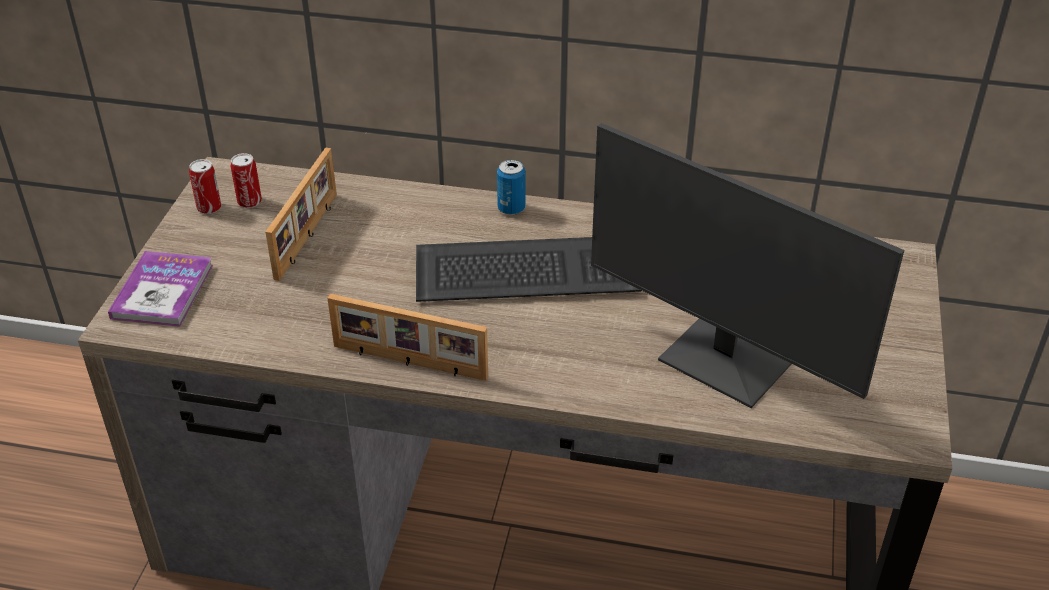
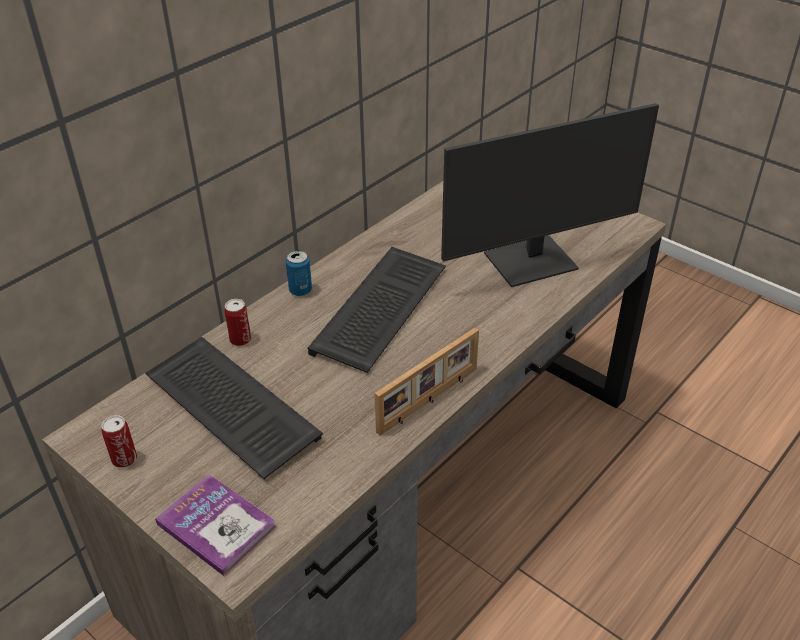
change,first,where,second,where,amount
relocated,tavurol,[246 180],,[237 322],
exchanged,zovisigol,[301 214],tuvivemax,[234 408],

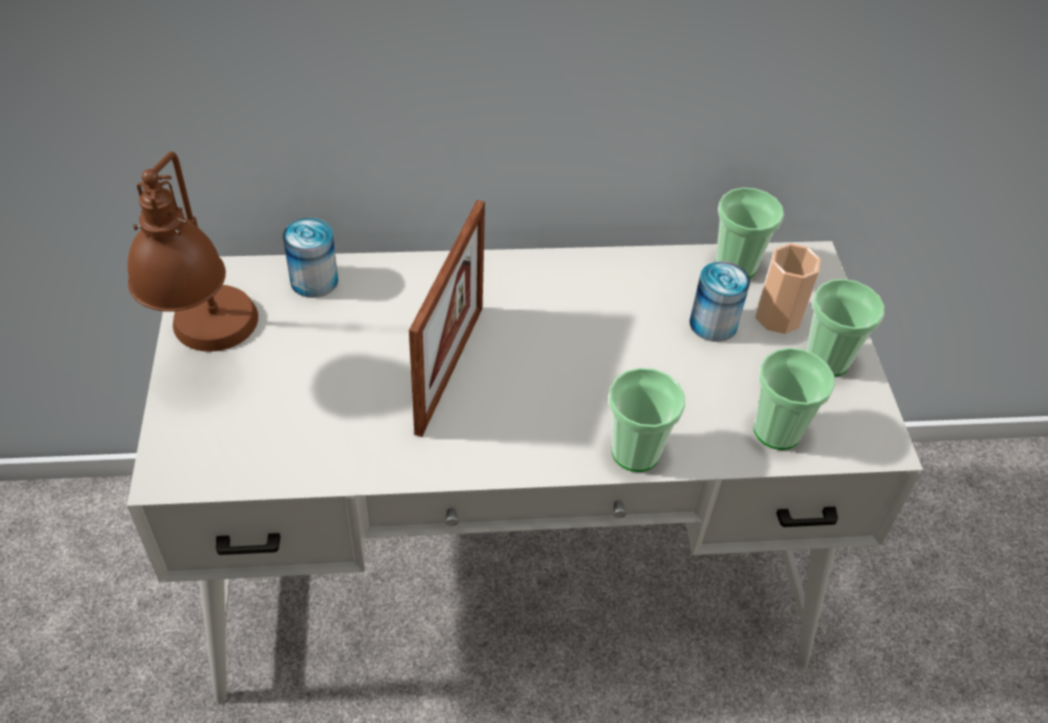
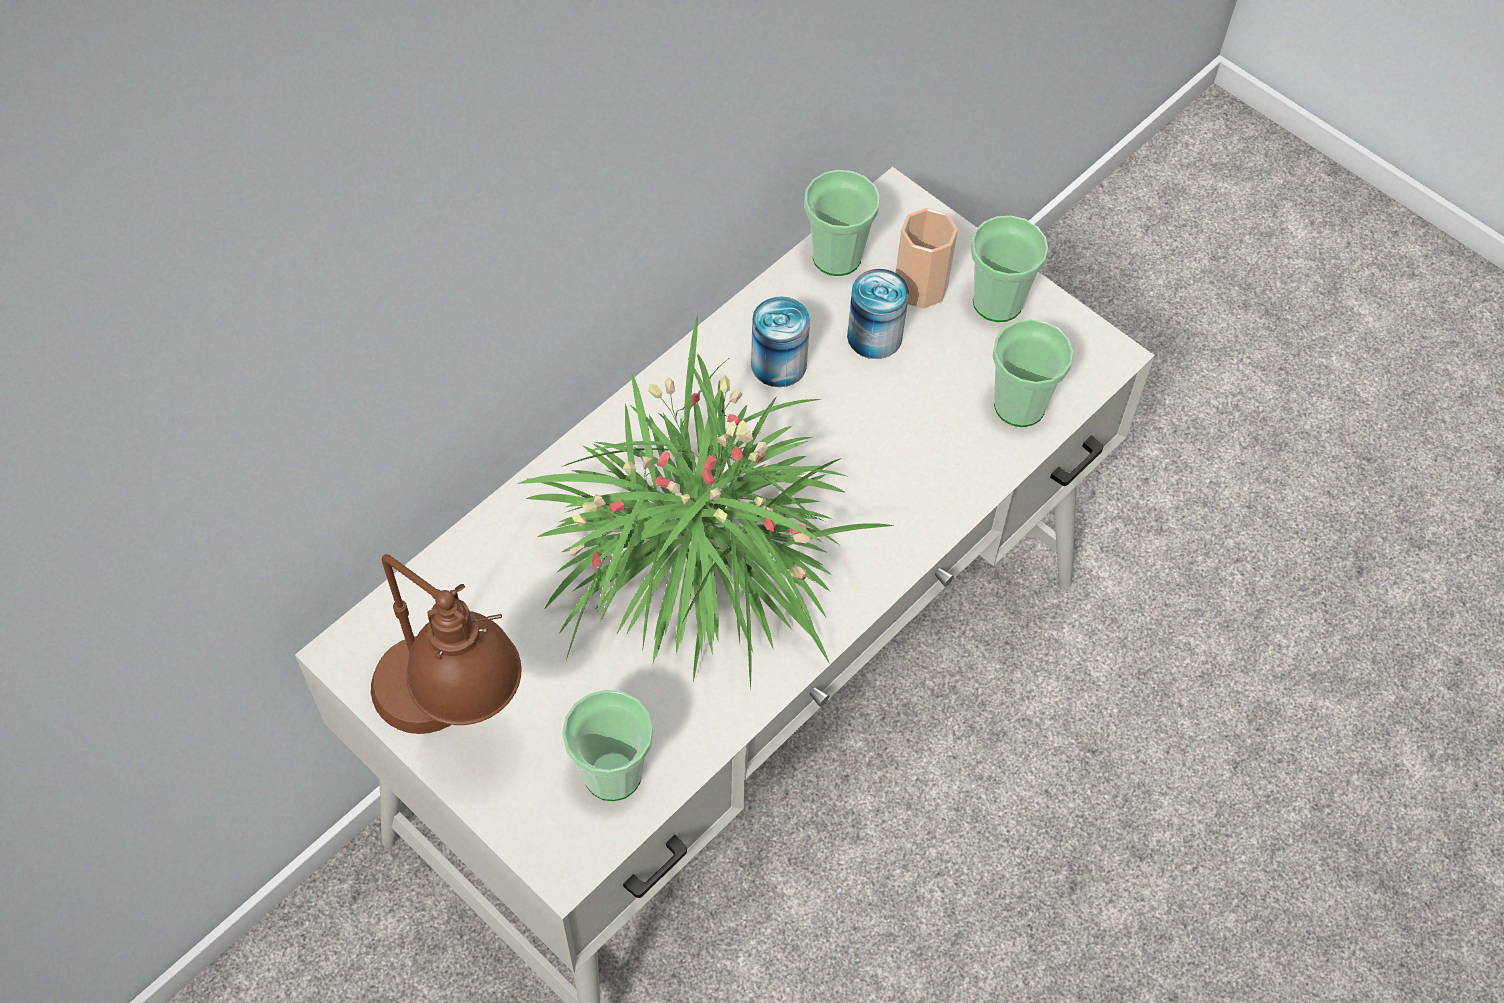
change,first,where,second,where,amount
relocated,tavurol,[310 258],,[780 341],
relocated,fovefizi,[647 420],,[607 745],
exchanged,zovisigol,[447 318],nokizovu,[705 501],

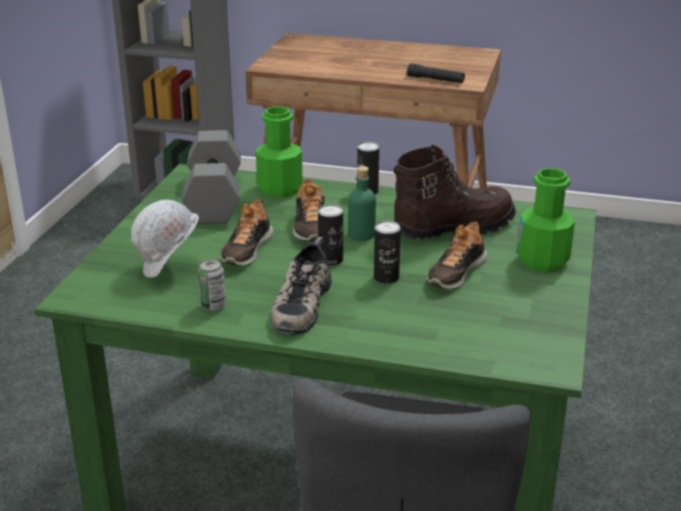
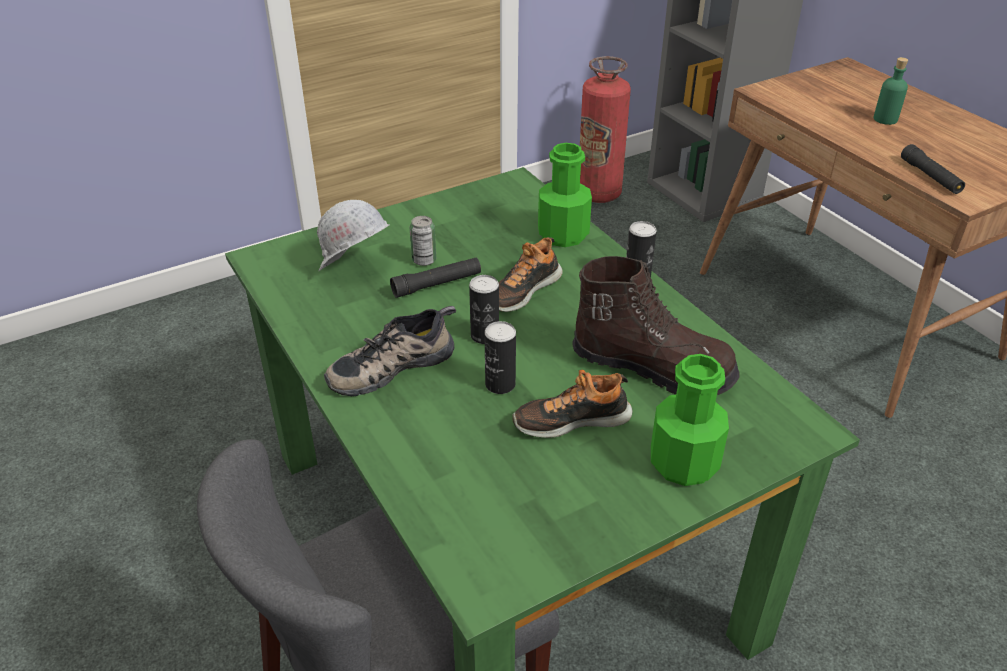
change,first,where,second,where,amount
missing,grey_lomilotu,[211 177],,,
appeared,,,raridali,[605 129],
relocated,tavurol,[212 286],,[423 241],
relocated,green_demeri,[362 203],,[891 91],
exchanged,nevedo,[247 232],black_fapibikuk,[435 278],

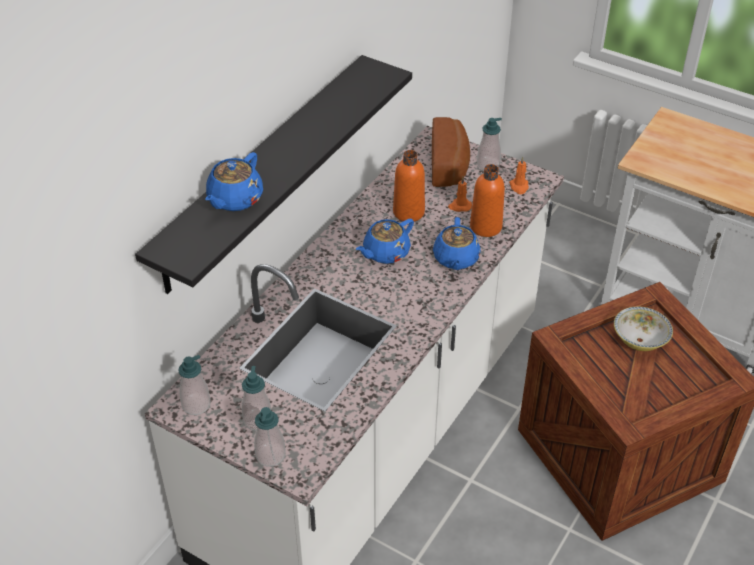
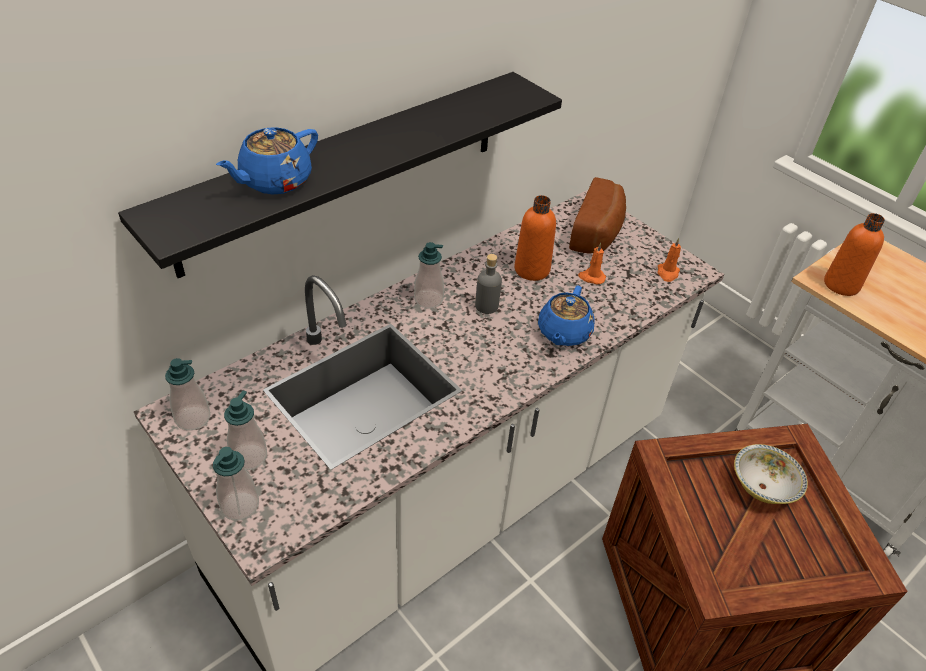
change,first,where,second,where,amount
relocated,orange_demeri,[487 200],,[854 254],
relocated,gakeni,[489 144],,[429 275],
exchanged,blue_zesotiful,[385 241],grey_demeri,[488 284],

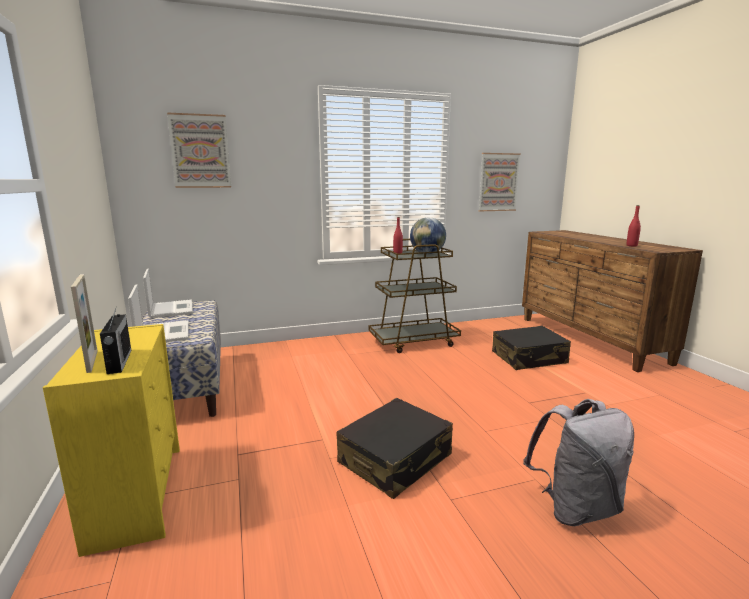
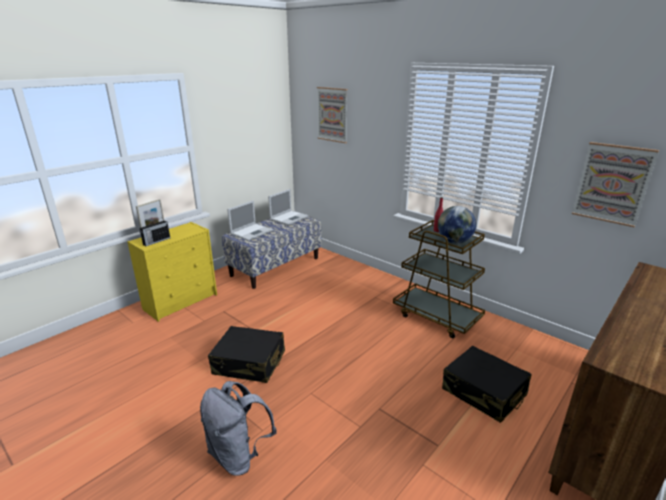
change,first,where,second,where,amount
missing,red_demeri,[634 225],,,

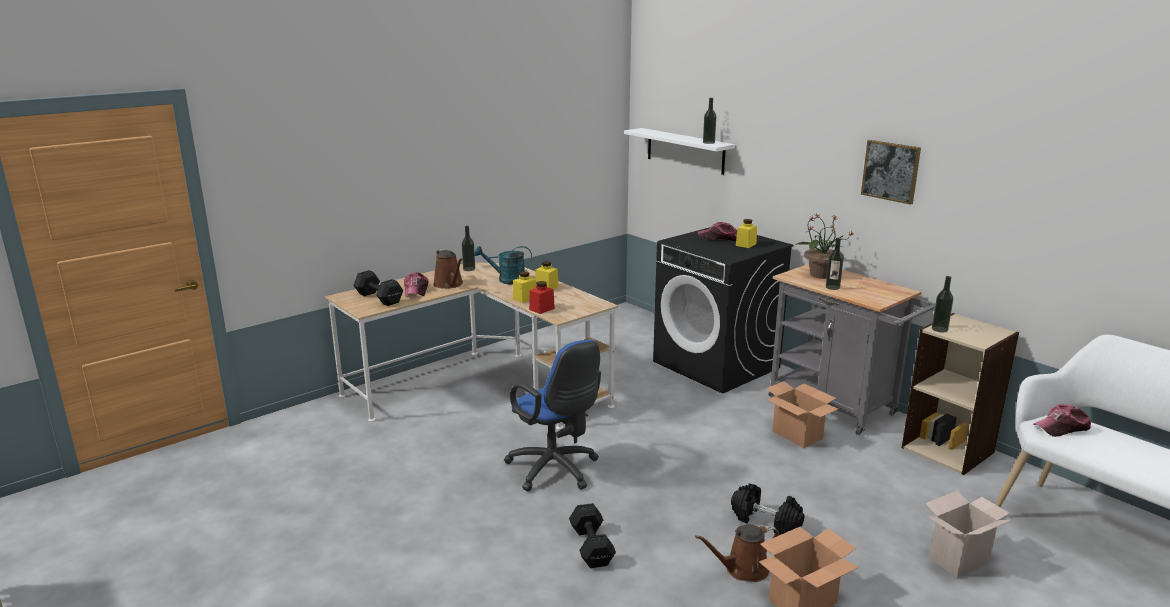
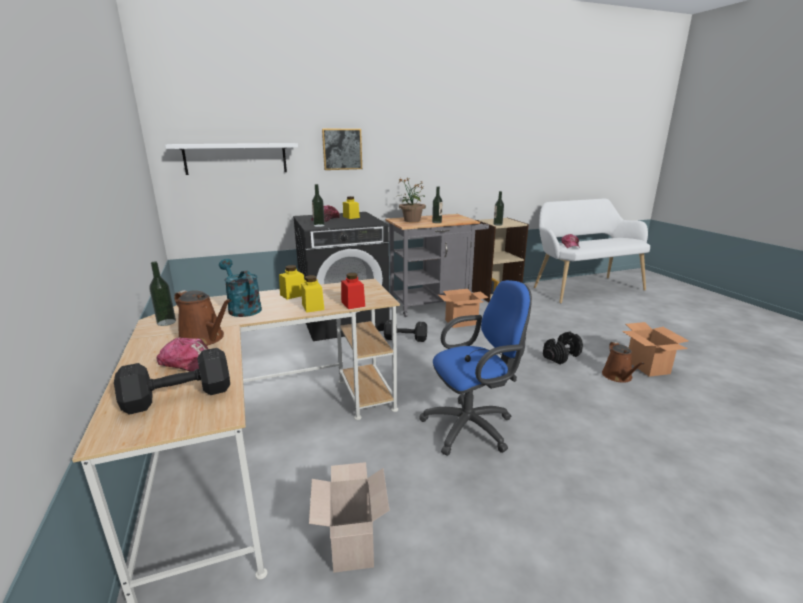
change,first,where,second,where,amount
relocated,black_lomilotu,[592 535],,[405 331],
relocated,demeri,[709 121],,[318 205],
relocated,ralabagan,[891 172],,[342 149],
relocated,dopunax,[969 534],,[349 517],
spun,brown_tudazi,[448 269],,[203 318],45 degrees clockwise
spun,turquoise_tudazi,[503 265],,[240 288],120 degrees clockwise

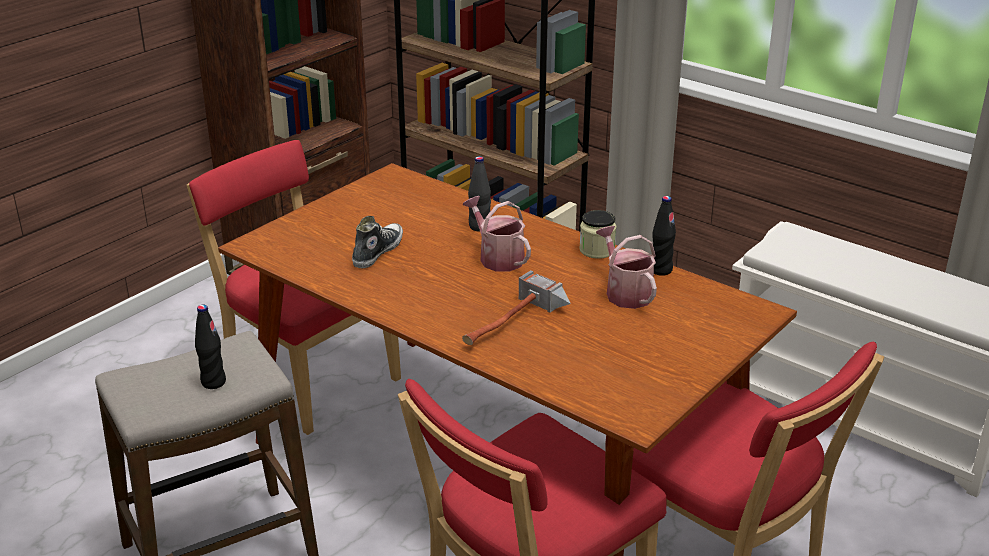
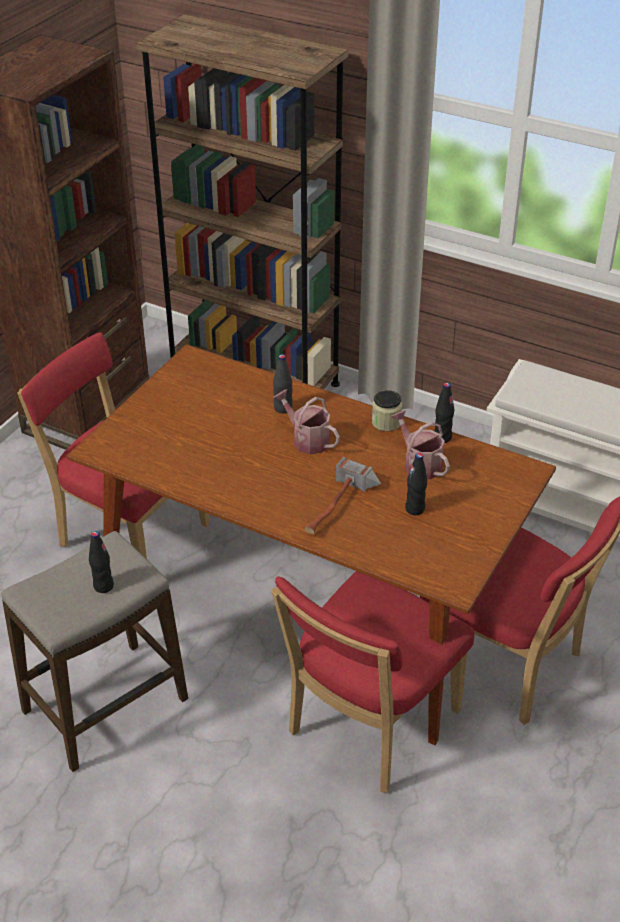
change,first,where,second,where,amount
missing,nevedo,[377 242],,,
appeared,,,black_demeri,[416 484],

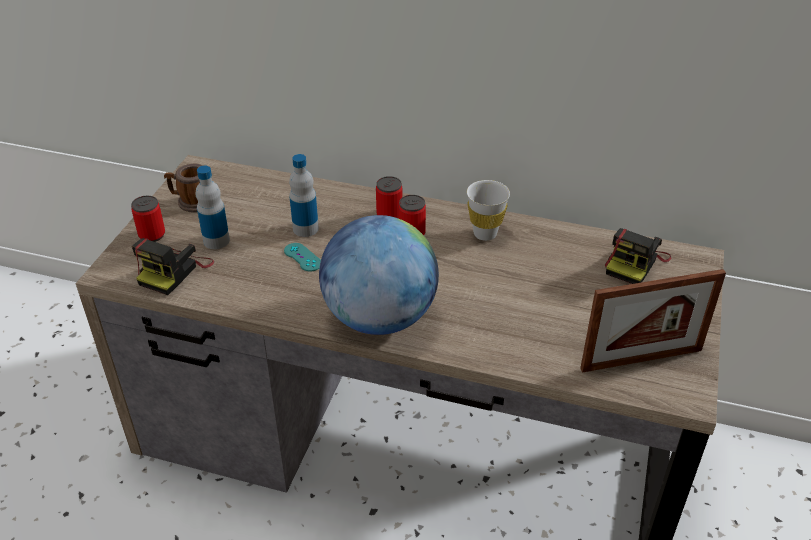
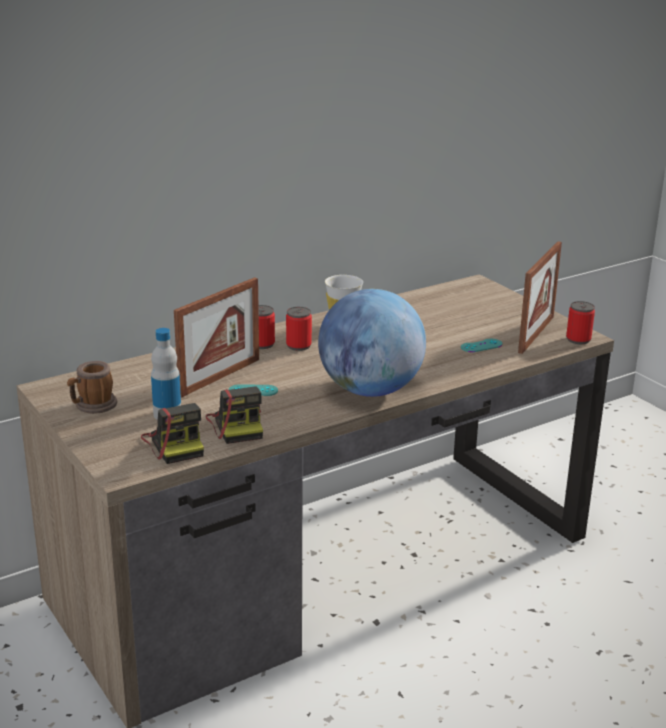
change,first,where,second,where,amount
appeared,,,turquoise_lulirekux,[481 345],
relocated,tavurol,[148 219],,[580 322],
relocated,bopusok,[638 256],,[234 415],
exchanged,demeri,[304 195],zovisigol,[216 337],

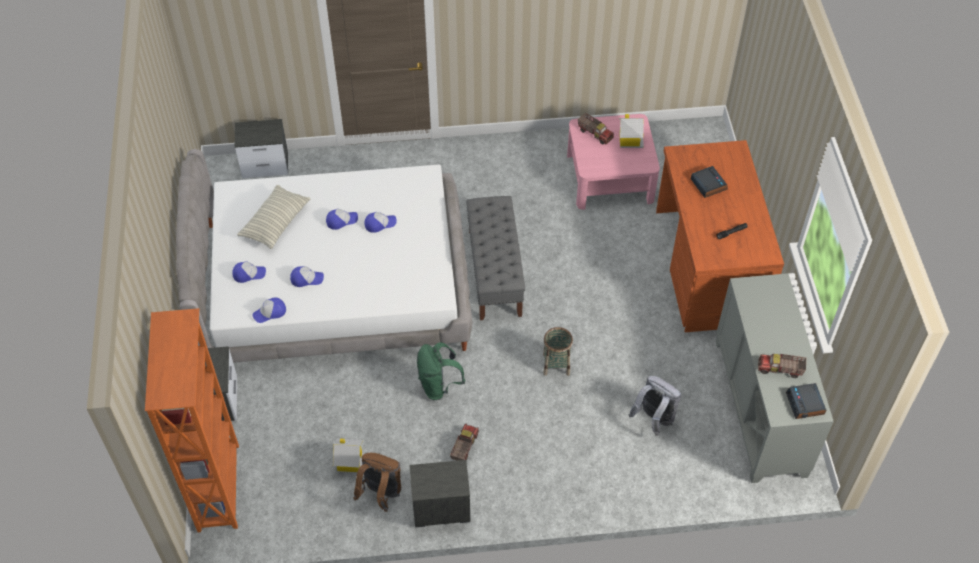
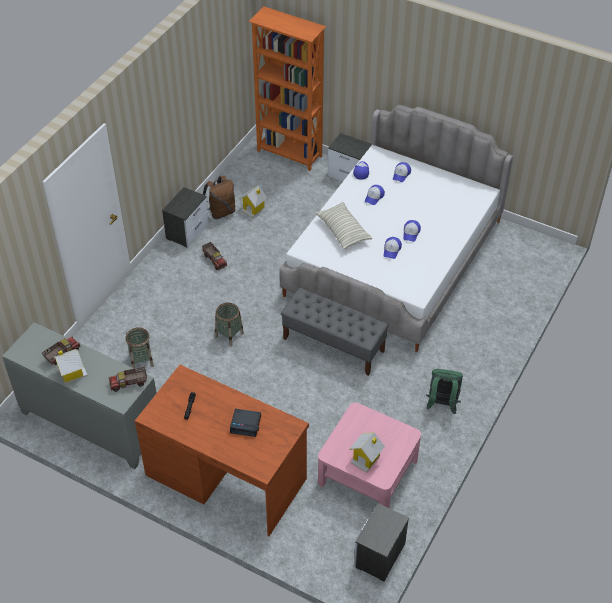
change,first,where,second,where,amount
missing,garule,[806 401],,,
appeared,,,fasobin,[71 366],
relocated,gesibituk,[261 148],,[381 542],
relocated,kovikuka,[274 217],,[343 225],
relocated,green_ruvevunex,[441 371],,[444 391],
relocated,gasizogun,[596 129],,[128 379],
exchanged,grey_ruvevunex,[655 406],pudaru,[139 348],

